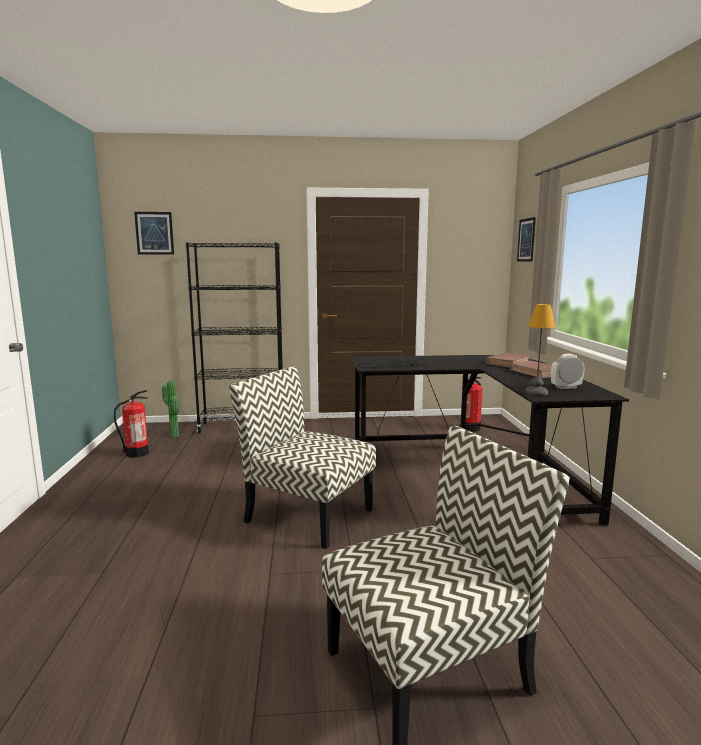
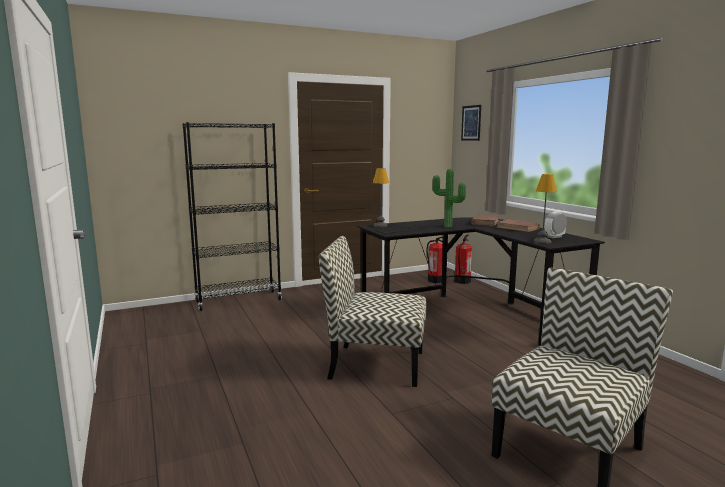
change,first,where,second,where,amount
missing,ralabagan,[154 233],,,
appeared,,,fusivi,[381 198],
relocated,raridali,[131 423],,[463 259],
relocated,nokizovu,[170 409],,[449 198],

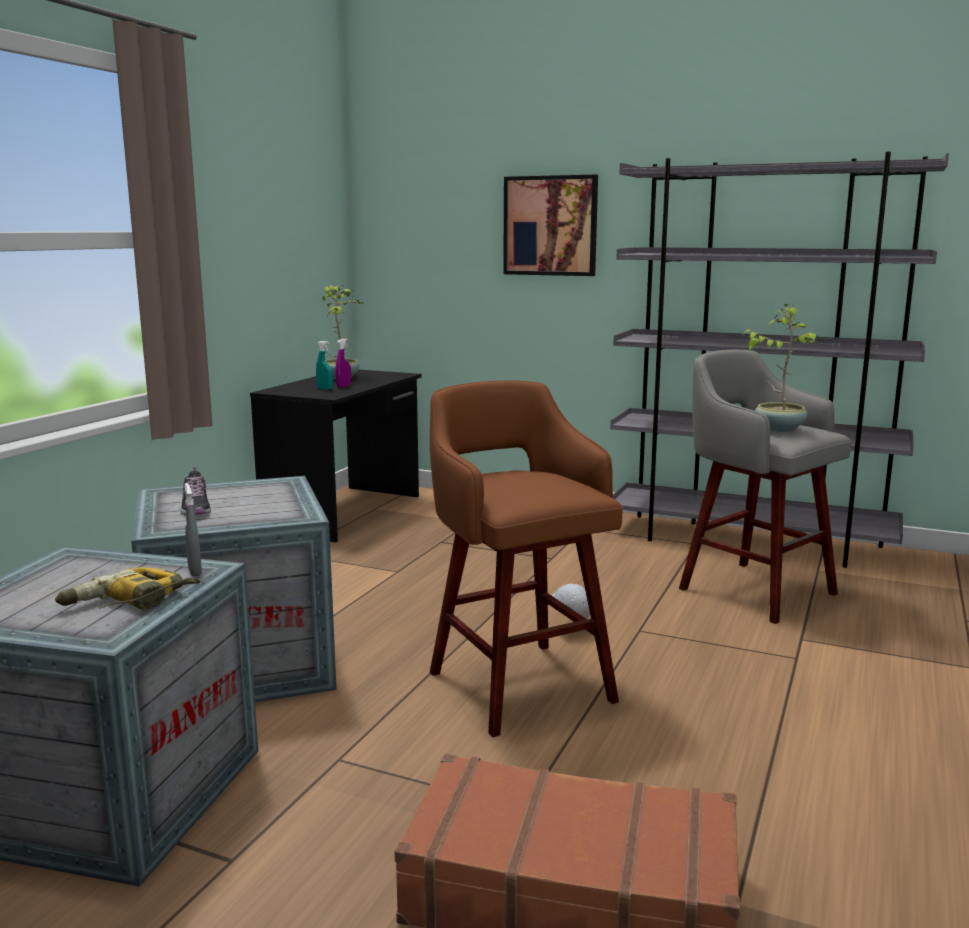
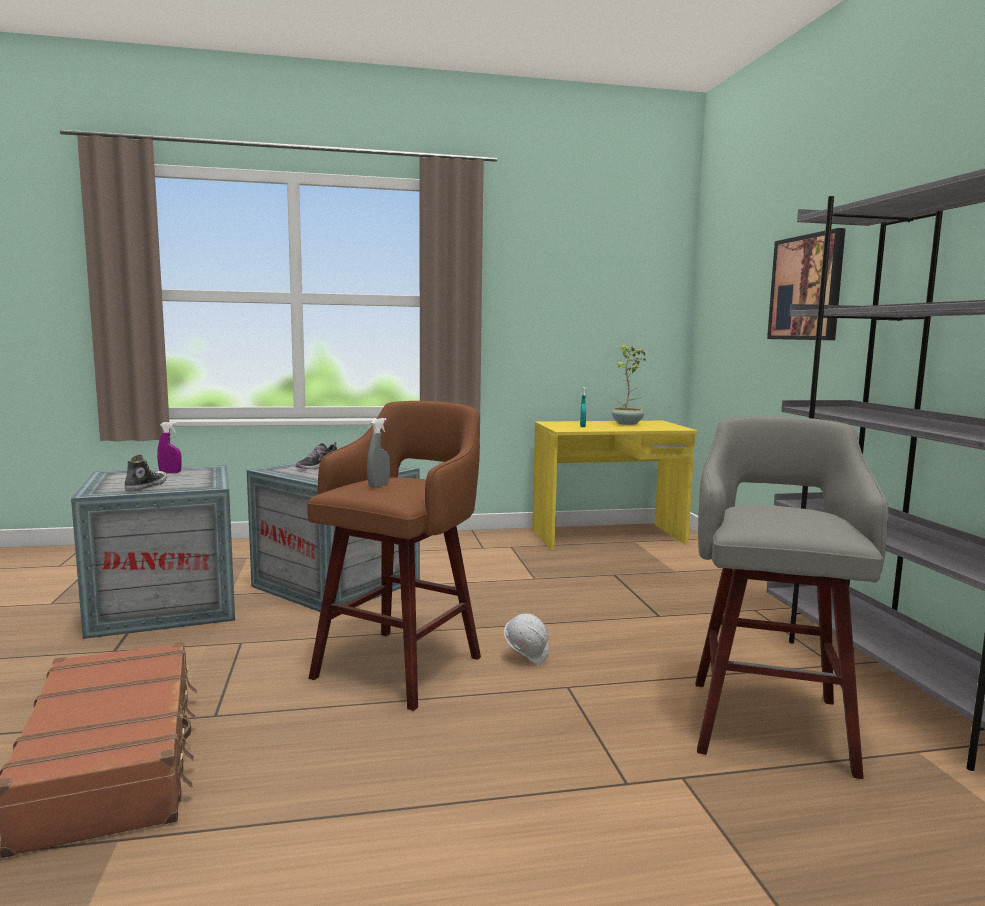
change,first,where,second,where,amount
missing,nokizovu,[780 368],,,
relocated,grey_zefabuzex,[193 529],,[378 453],
relocated,purple_zefabuzex,[343 363],,[169 447],
exchanged,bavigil,[127 588],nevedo,[145 473],
colour,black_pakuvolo,[335 456],yellow_pakuvolo,[615 485],

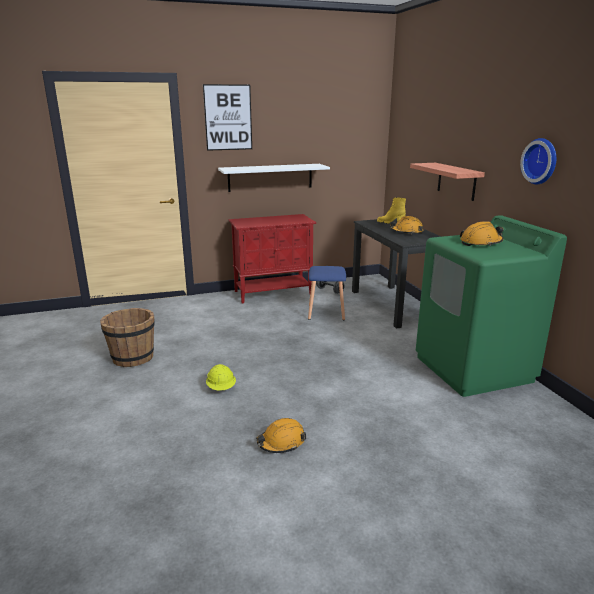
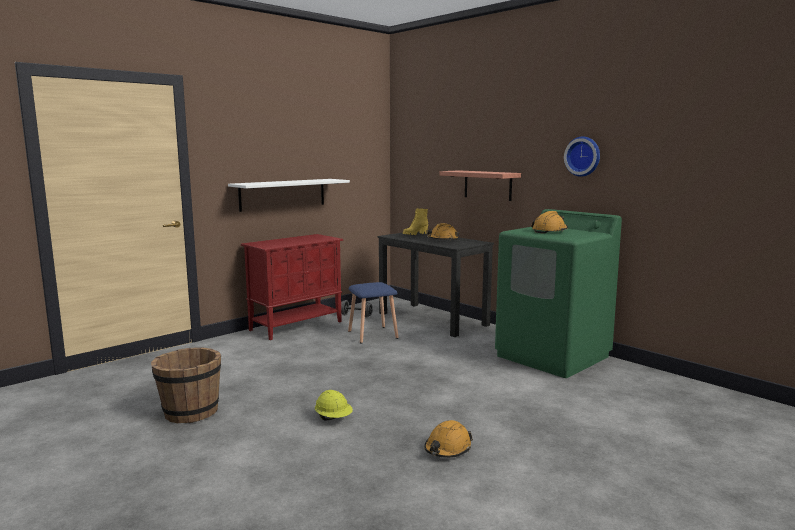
change,first,where,second,where,amount
missing,ralabagan,[227 117],,,

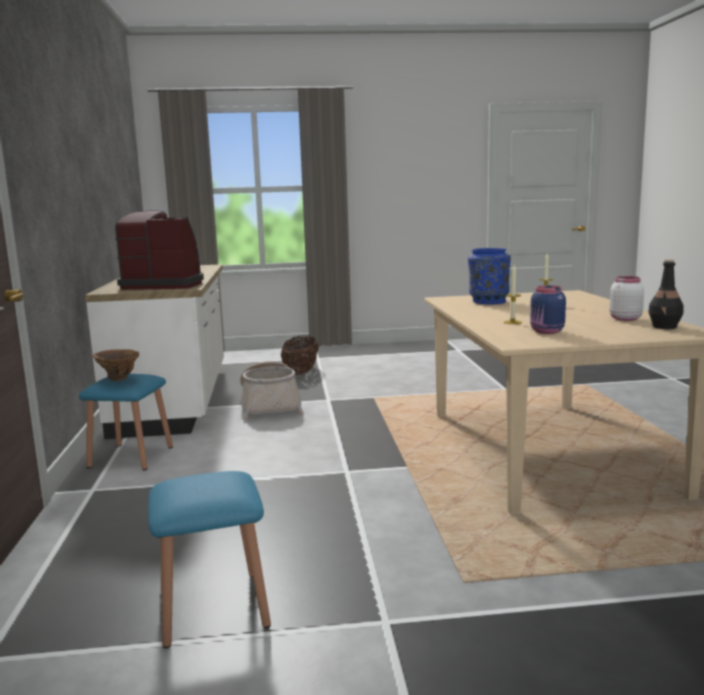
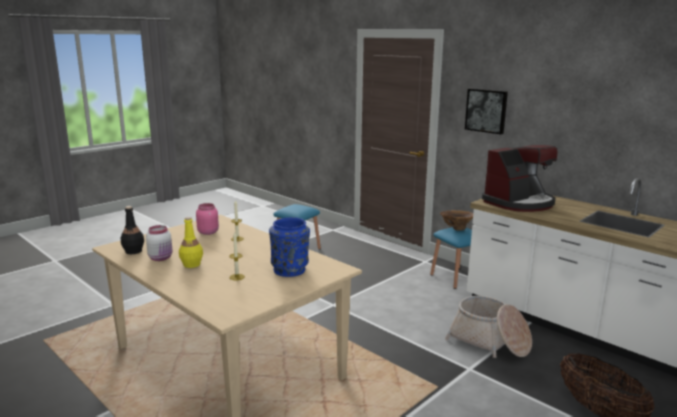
change,first,where,second,where,amount
appeared,,,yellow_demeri,[191 242],
appeared,,,ralabagan,[486 111],
colour,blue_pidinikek,[548 309],pink_pidinikek,[207 219],

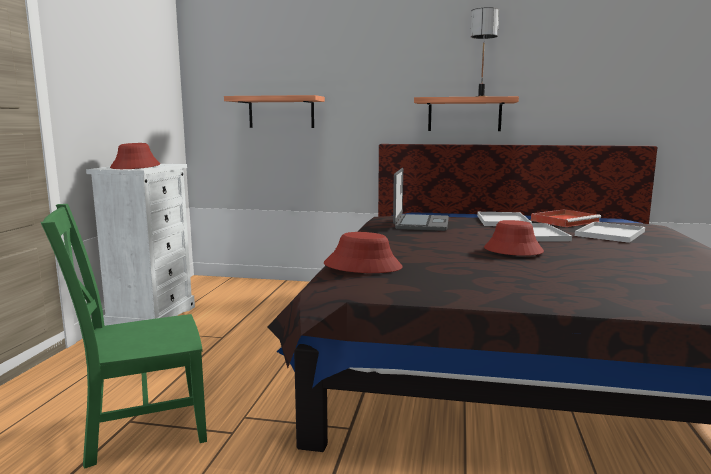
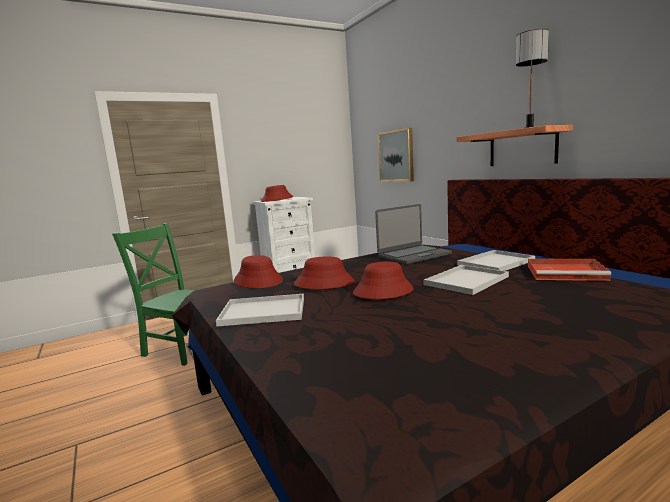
change,first,where,second,where,amount
appeared,,,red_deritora,[324 273],
relocated,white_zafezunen,[610 232],,[260 310],
exchanged,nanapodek,[274 111],ralabagan,[396 155],

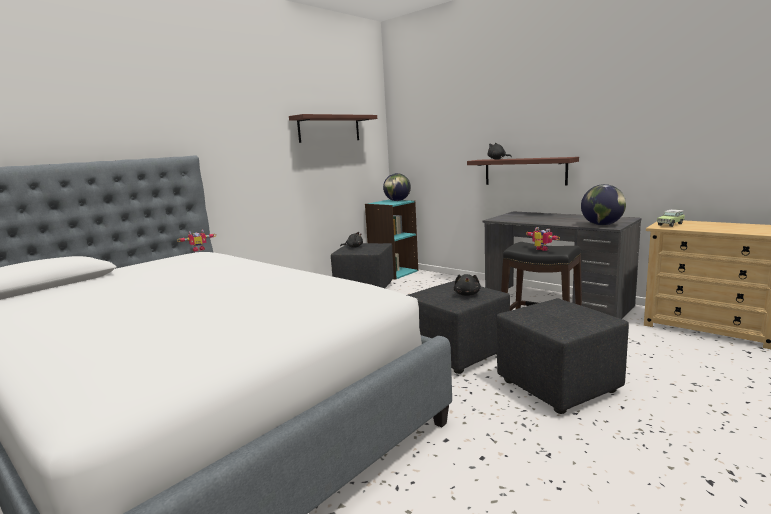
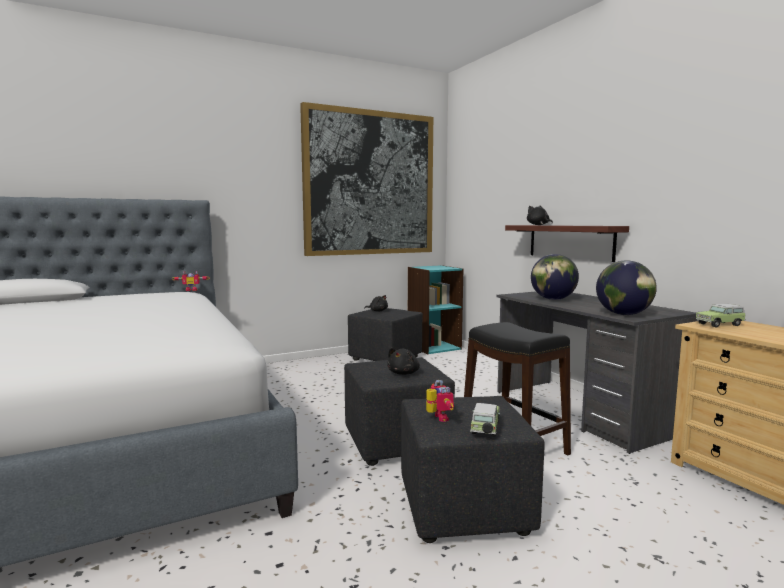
change,first,where,second,where,amount
appeared,,,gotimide,[485 420],
relocated,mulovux,[397 187],,[555 277],
relocated,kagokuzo,[543 239],,[440 401],
exchanged,nanapodek,[333 128],ralabagan,[366 179],

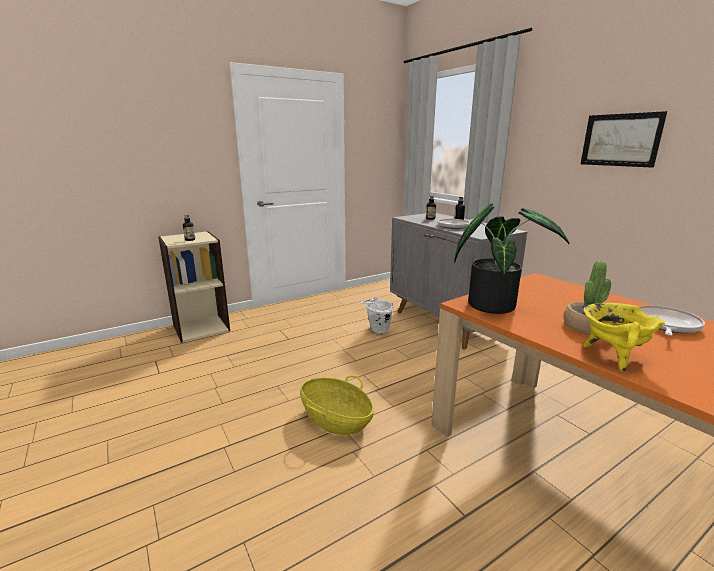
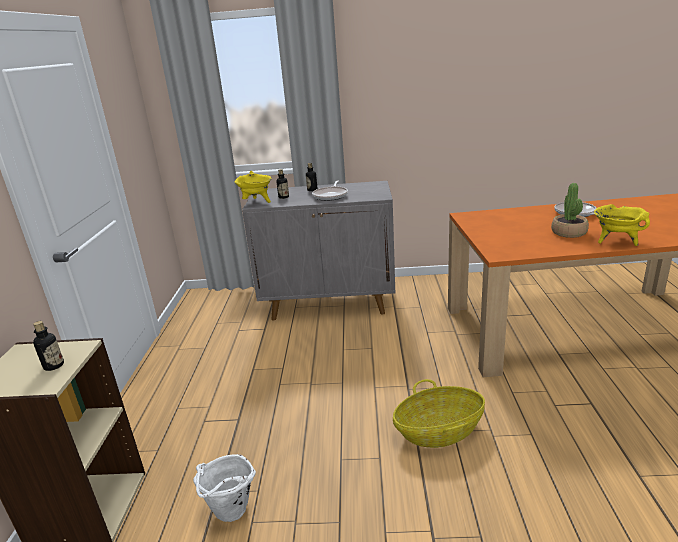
change,first,where,second,where,amount
missing,nokizovu,[511 258],,,
missing,ralabagan,[624 139],,,
appeared,,,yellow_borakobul,[253 187],
relocated,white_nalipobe,[377 315],,[224 488],

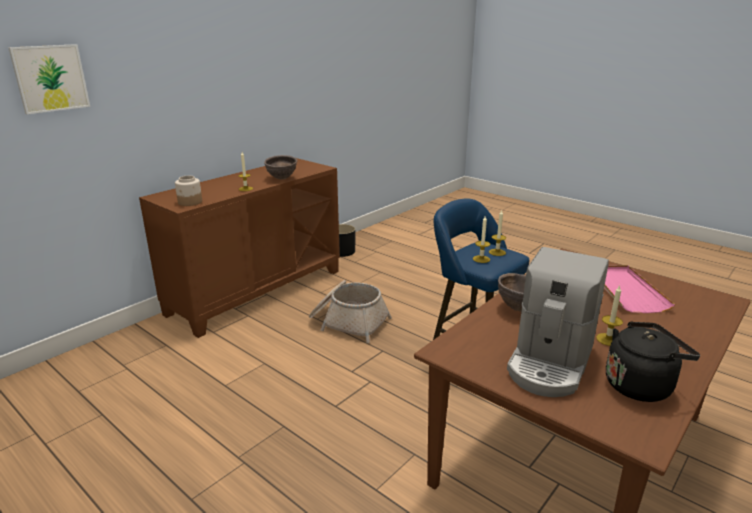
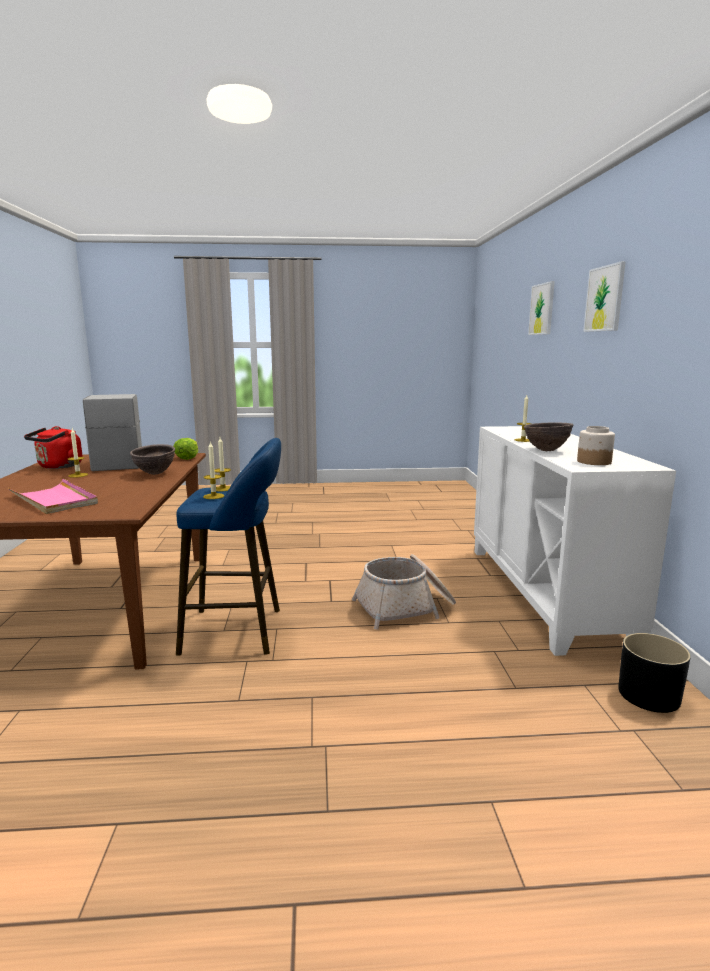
change,first,where,second,where,amount
appeared,,,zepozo,[185 449],
appeared,,,ralabagan,[604 296],
relocated,pidinikek,[188 191],,[596 445],
colour,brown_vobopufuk,[239 248],white_vobopufuk,[575 541],
colour,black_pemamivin,[653 362],red_pemamivin,[53 447],

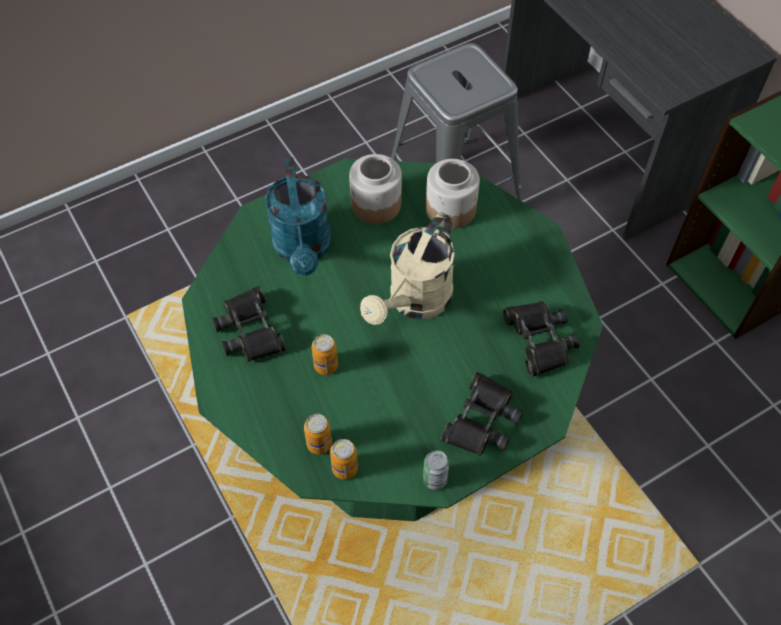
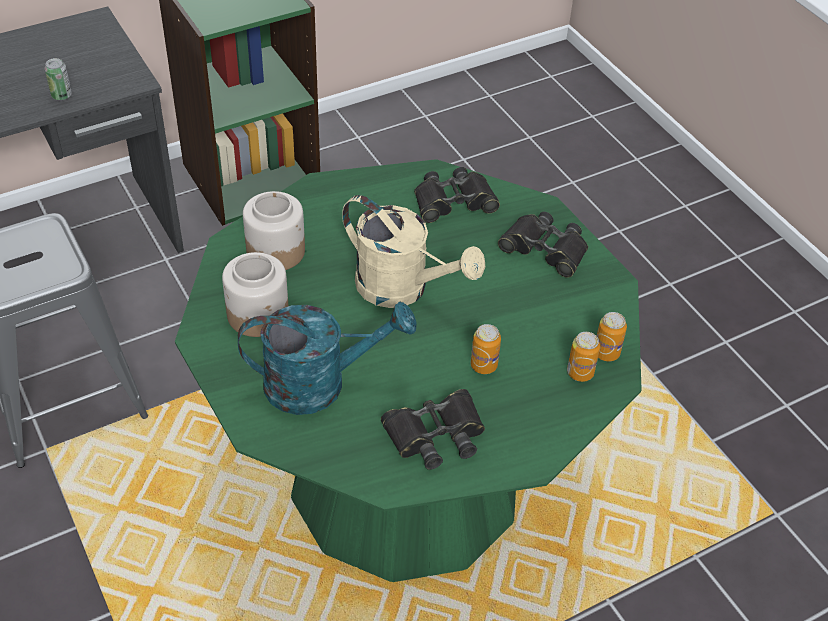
change,first,where,second,where,amount
relocated,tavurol,[436 470],,[58 79],

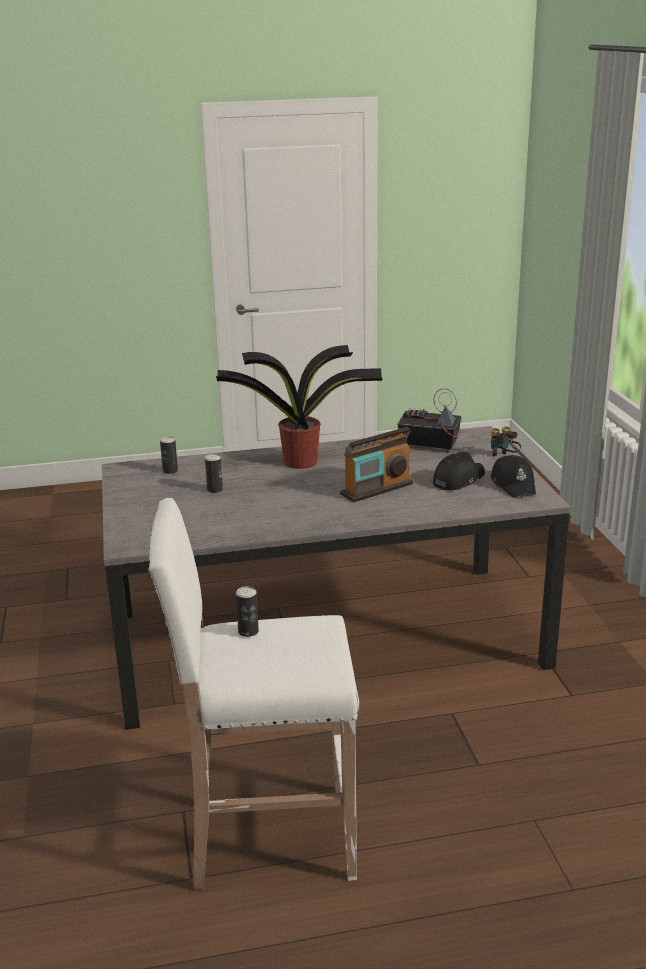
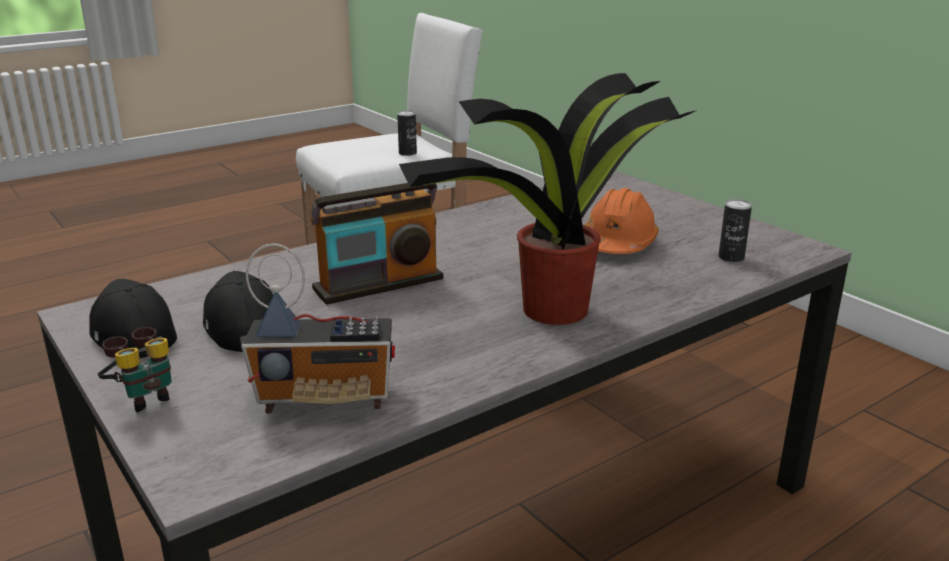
change,first,where,second,where,amount
exchanged,tavurol,[214 473],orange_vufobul,[622 221],
spun,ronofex,[376 464],,[377 244],150 degrees counterclockwise
spun,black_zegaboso,[459 471],,[238 311],135 degrees clockwise

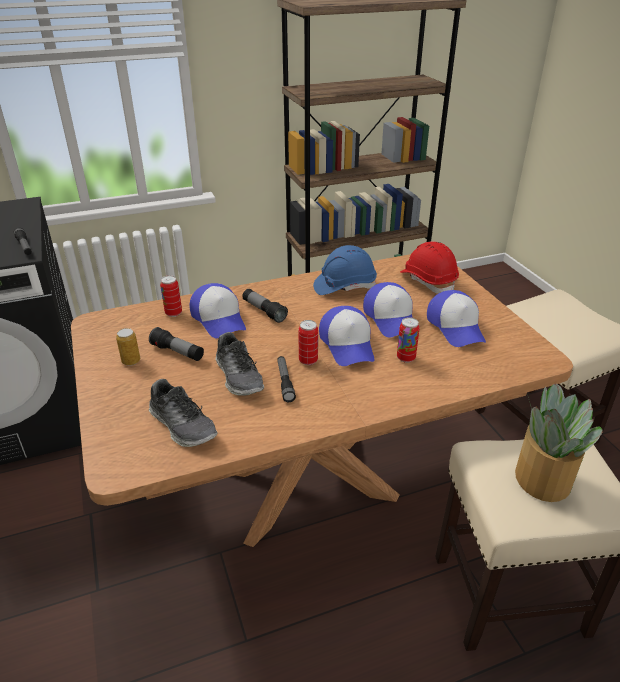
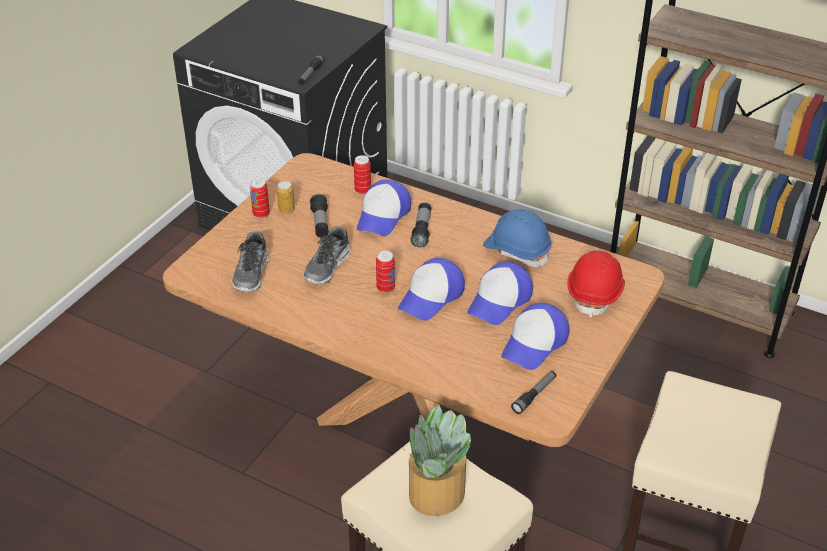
change,first,where,second,where,amount
relocated,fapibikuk,[286 379],,[533 392],
relocated,tavurol,[408 340],,[260 198],

